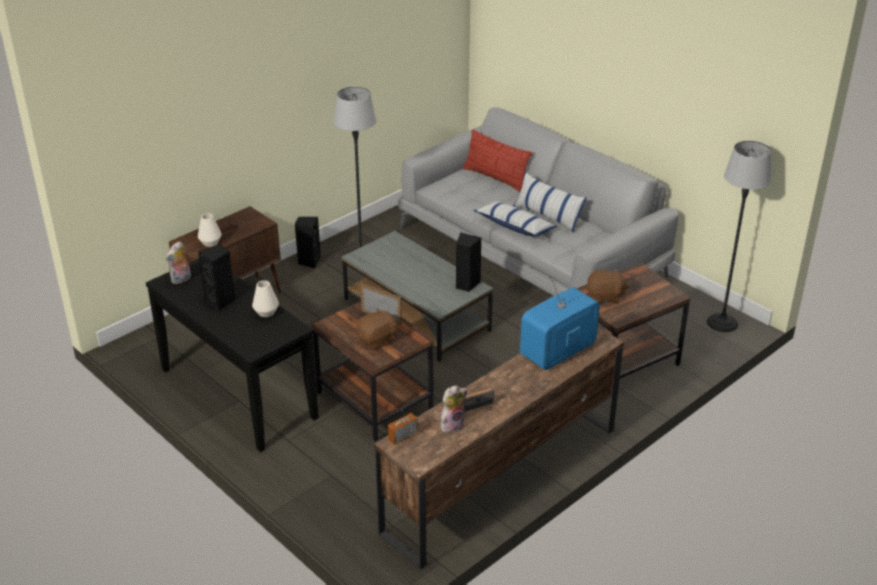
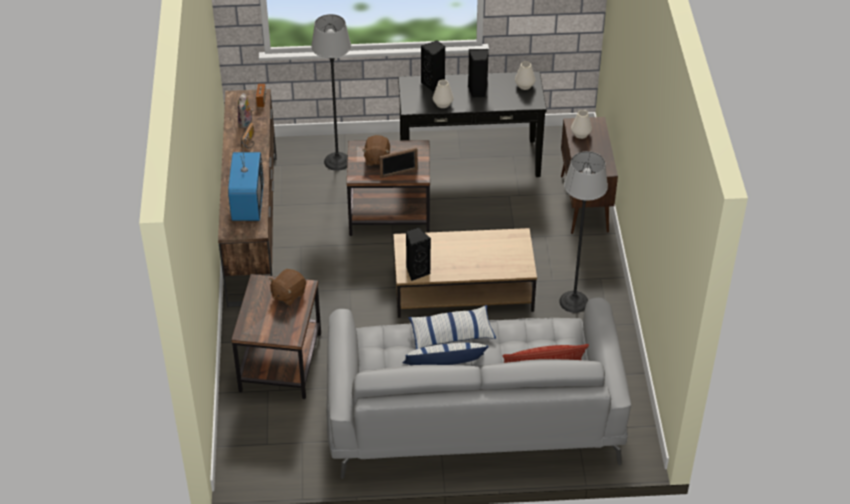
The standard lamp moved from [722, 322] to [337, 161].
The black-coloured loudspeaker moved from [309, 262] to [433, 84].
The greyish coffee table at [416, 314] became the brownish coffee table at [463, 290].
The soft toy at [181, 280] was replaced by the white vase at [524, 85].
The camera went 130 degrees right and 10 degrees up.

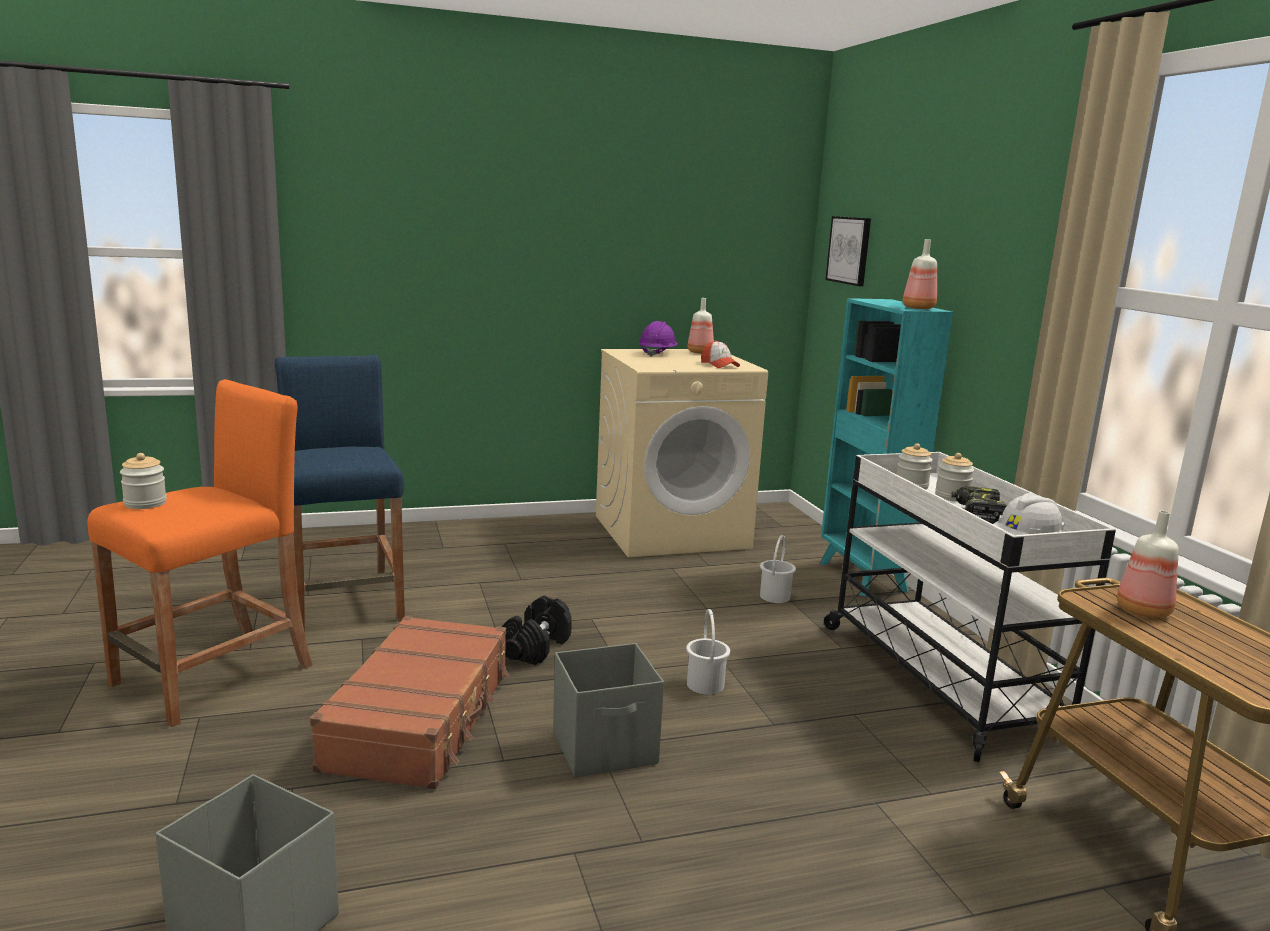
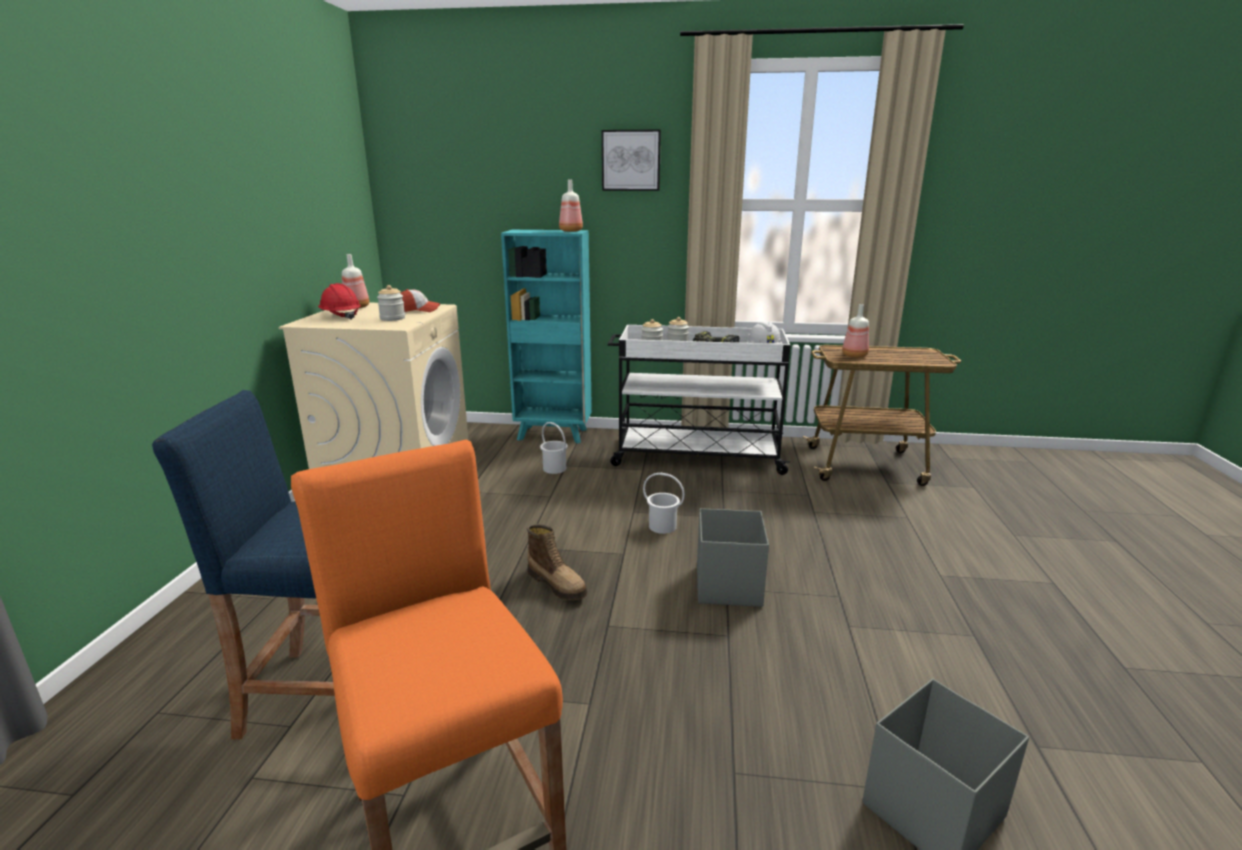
The wall art moved from [849, 250] to [631, 160].
The purplish work helmet at [657, 354] became the reddish work helmet at [340, 316].
The storage jar moved from [145, 503] to [392, 318].
The black-coloured dumbbell at [536, 648] was replaced by the tall boot at [558, 584].
The brownish suitcase at [421, 719] disappeared.
The camera went 65 degrees left and 5 degrees up.

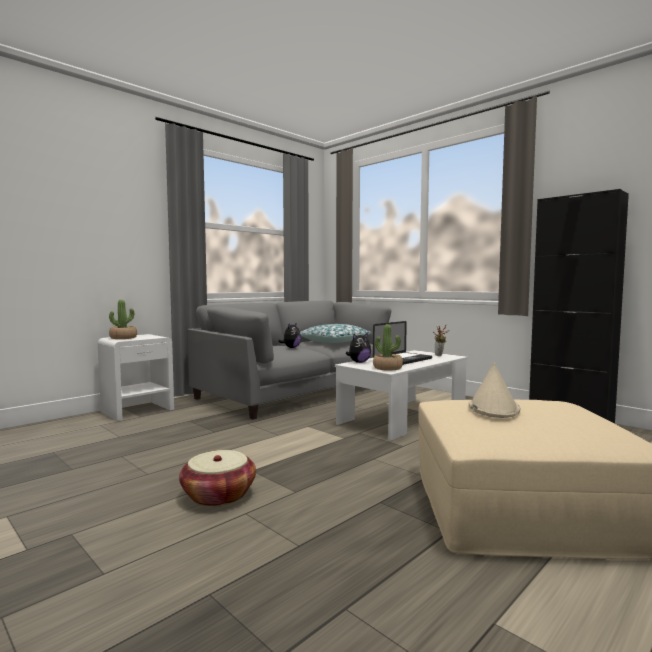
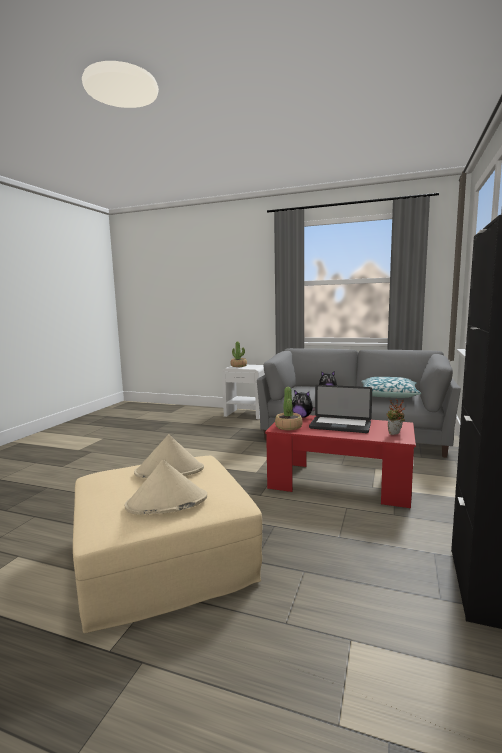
The white coffee table at [403, 417] became the reddish coffee table at [339, 483].
The basket at [219, 495] disappeared.
The beige wearable hat at [166, 502] appeared.
The camera went 65 degrees right and 5 degrees up.

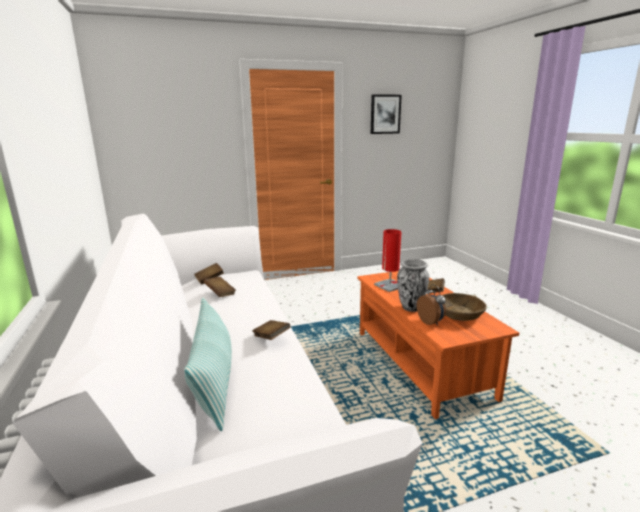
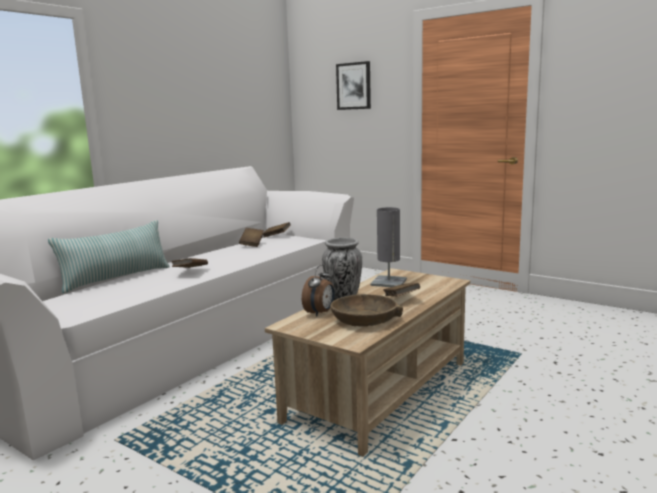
The wall art moved from [385, 114] to [354, 86].
The reddish lamp for a table at [389, 285] became the greyish lamp for a table at [388, 282].
The orangey coffee table at [420, 363] became the beige coffee table at [379, 391].
The camera went 55 degrees right and 5 degrees down.

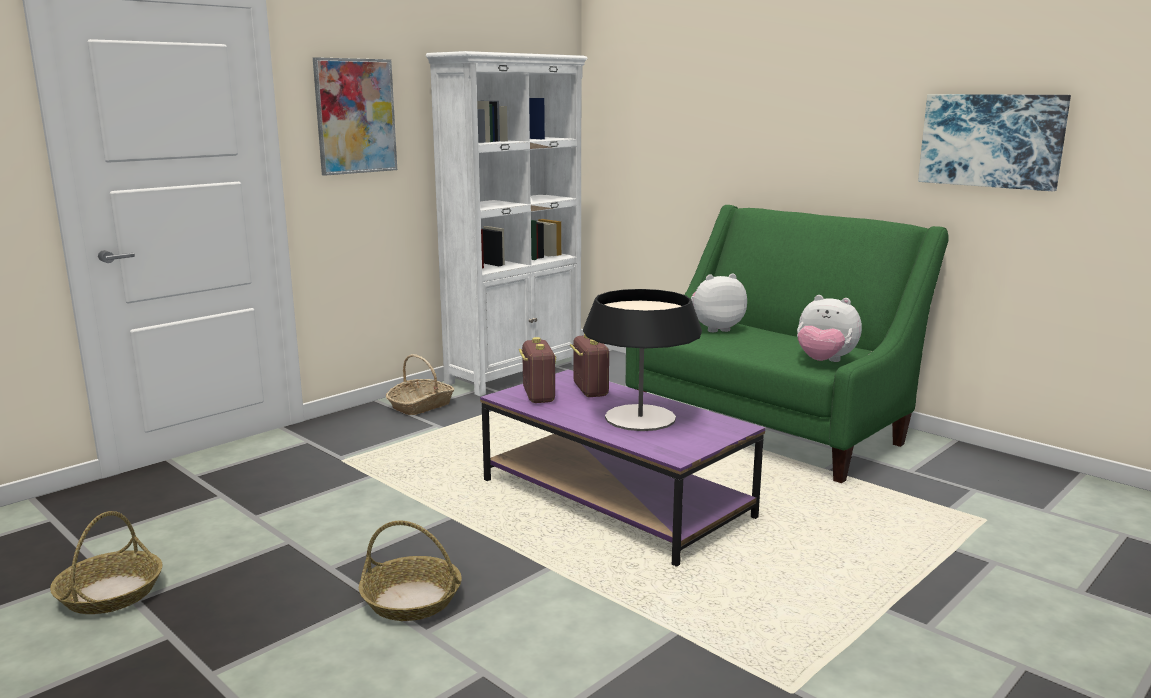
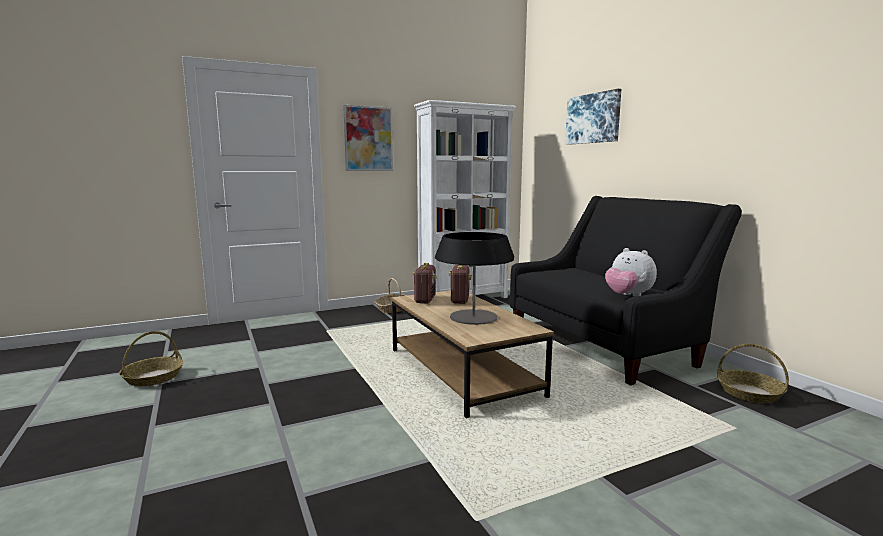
The wall art moved from [991, 140] to [593, 118].
The greenish sofa at [771, 426] became the black-coloured sofa at [605, 344].
The soft toy at [715, 328] disappeared.
The purplish coffee table at [615, 498] became the brownish coffee table at [462, 371].
The basket moved from [412, 600] to [750, 393].
The camera went 20 degrees right and 5 degrees down.

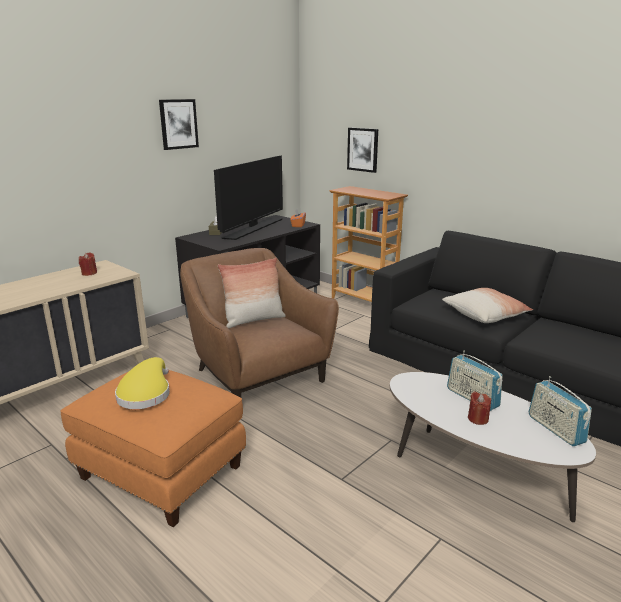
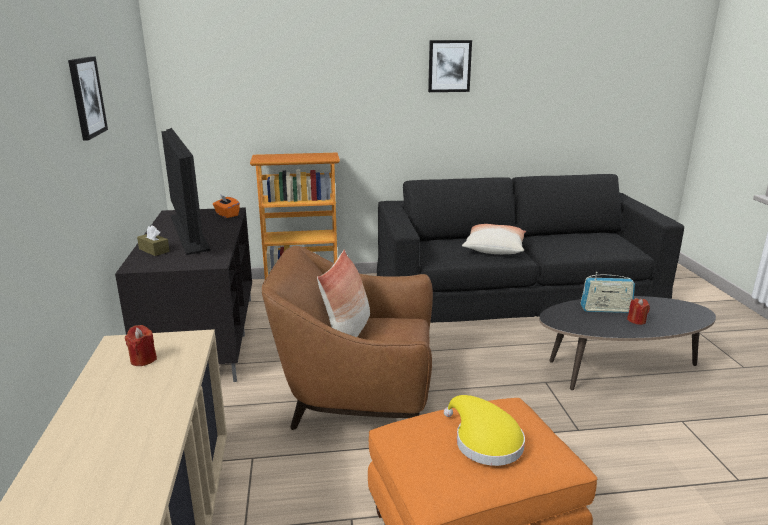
The wall art moved from [363, 149] to [449, 66].
The white coffee table at [473, 473] became the black-coloured coffee table at [618, 371].
The radio at [555, 429] disappeared.
The camera went 50 degrees left and 0 degrees up.

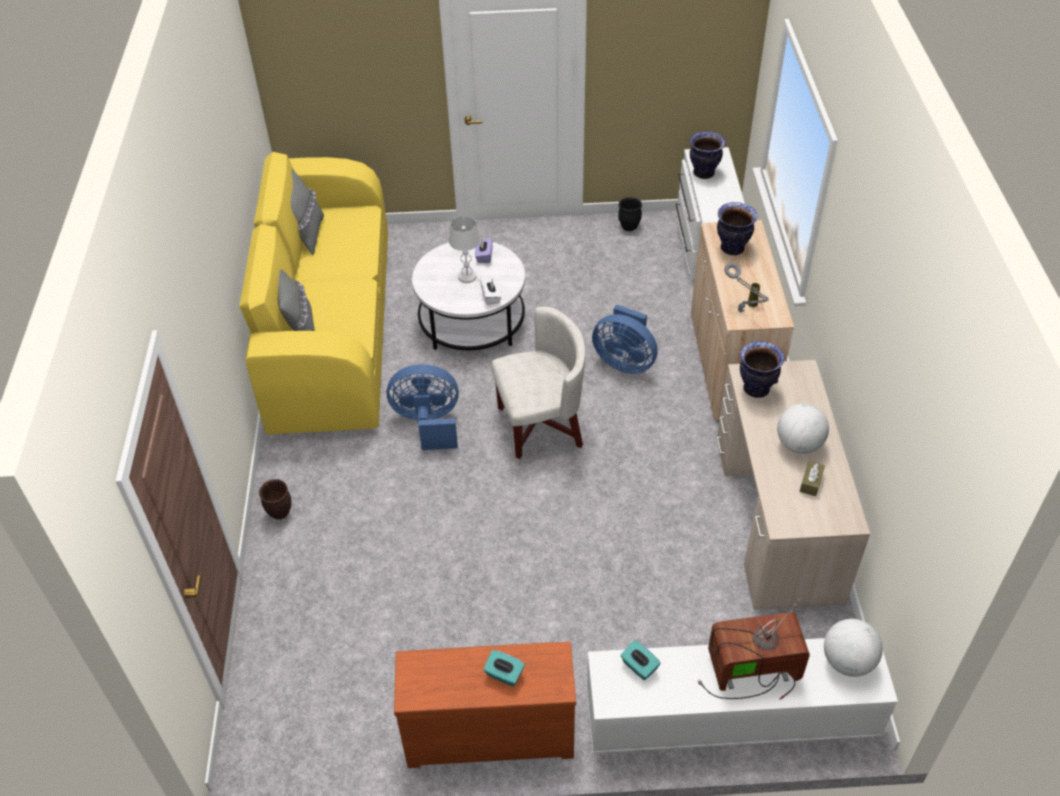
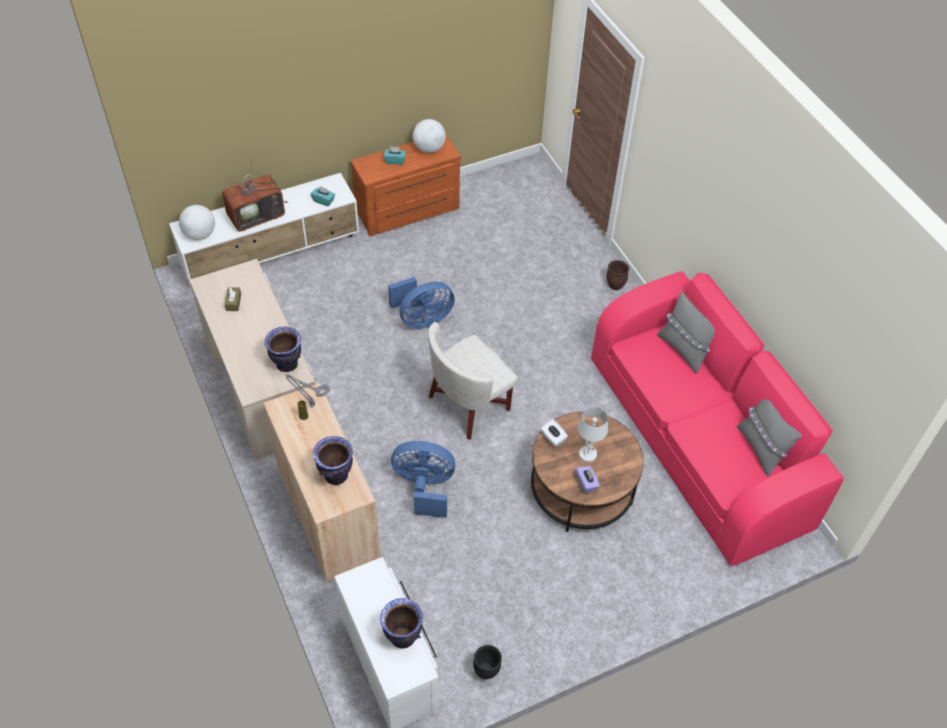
The yellow-coloured sofa at [331, 327] became the pink-coloured sofa at [697, 441].
The white coffee table at [472, 320] became the brownish coffee table at [581, 488].
The blue electric fan moved from [428, 423] to [422, 319].
The world globe moved from [799, 445] to [429, 148].
The camera went 155 degrees right and 5 degrees up.

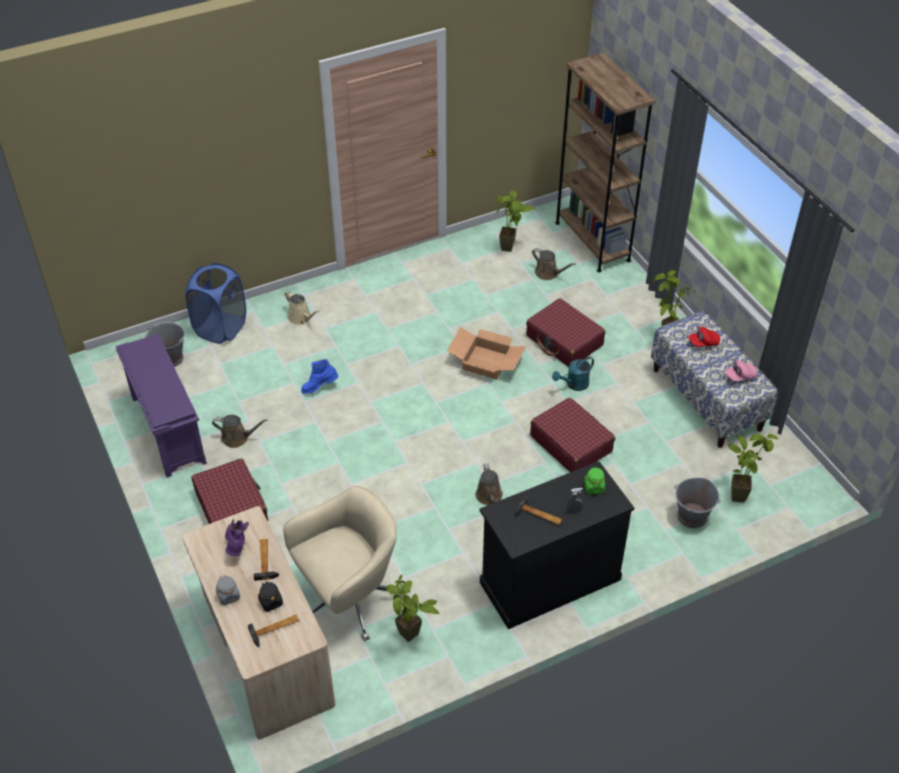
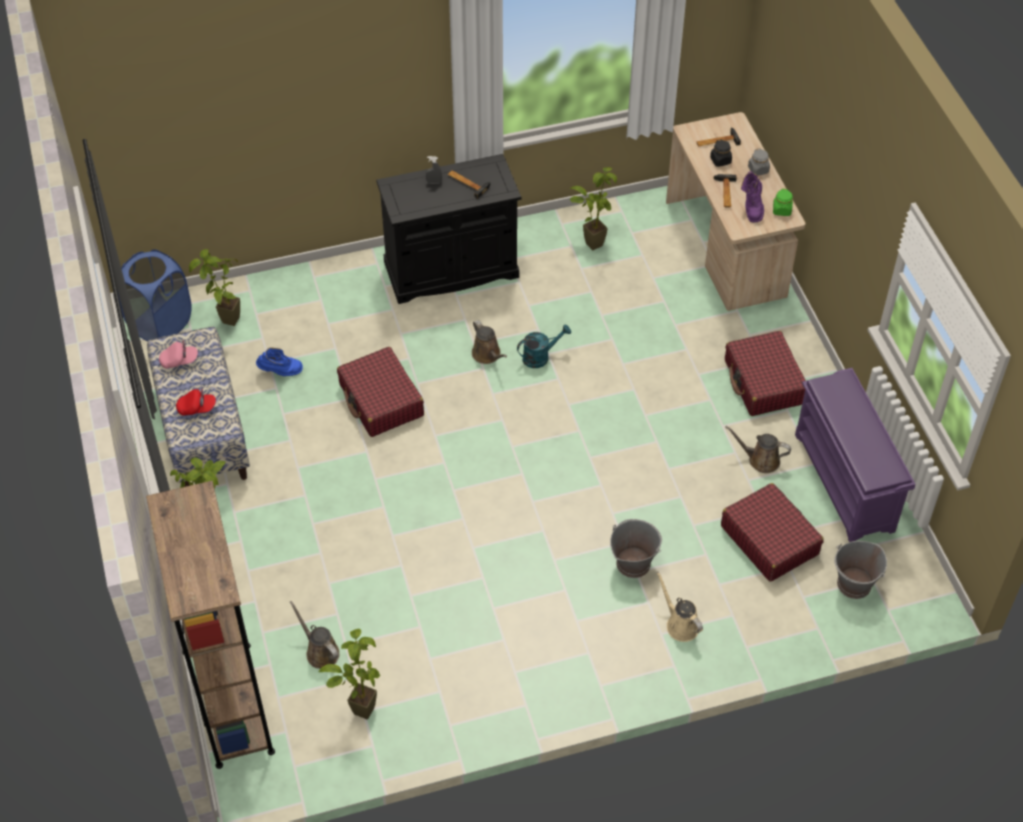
The blue washing basket moved from [221, 328] to [160, 323].
The reddish suitcase moved from [564, 341] to [769, 539].
The packing box at [487, 362] disappeared.
The blue-green sprinkling can moved from [574, 385] to [540, 356].
The blue tall boot moved from [320, 387] to [280, 372].
The brownish sprinkling can at [489, 497] turned 150 degrees clockwise.
The greenish storage jar moved from [594, 487] to [782, 210].
The greyish water bucket moved from [692, 517] to [633, 563].
The beige desk chair at [349, 598] disappeared.
The camera went 170 degrees left and 5 degrees up.

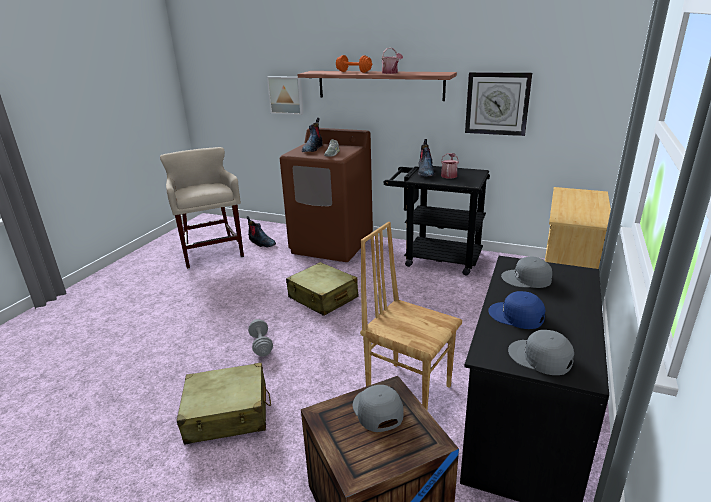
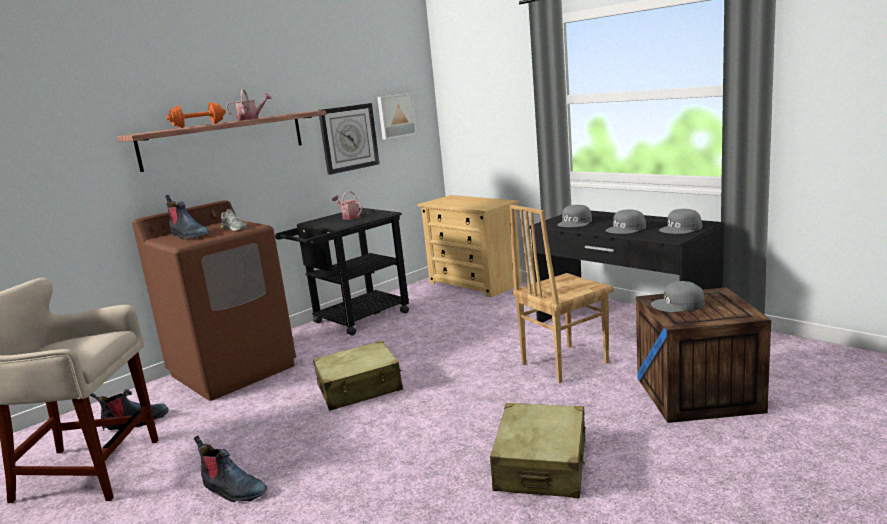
The wall art moved from [286, 95] to [396, 116].
The tall boot moved from [425, 172] to [232, 490].
The blue cap at [516, 316] became the greyish cap at [626, 229].
The greyish dumbbell at [261, 345] disappeared.
The camera went 65 degrees left and 10 degrees down.

